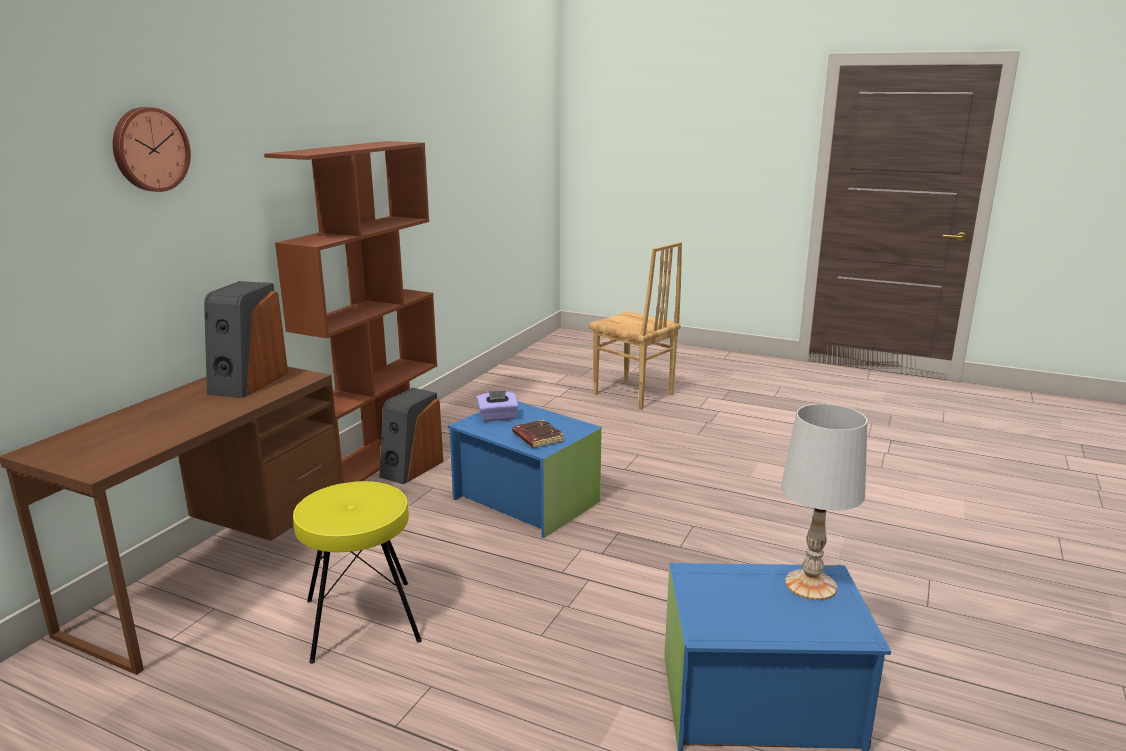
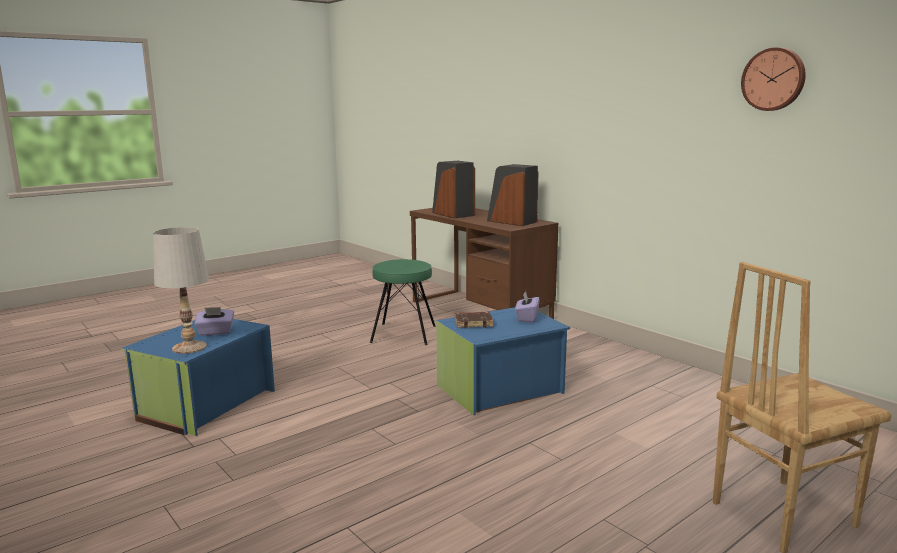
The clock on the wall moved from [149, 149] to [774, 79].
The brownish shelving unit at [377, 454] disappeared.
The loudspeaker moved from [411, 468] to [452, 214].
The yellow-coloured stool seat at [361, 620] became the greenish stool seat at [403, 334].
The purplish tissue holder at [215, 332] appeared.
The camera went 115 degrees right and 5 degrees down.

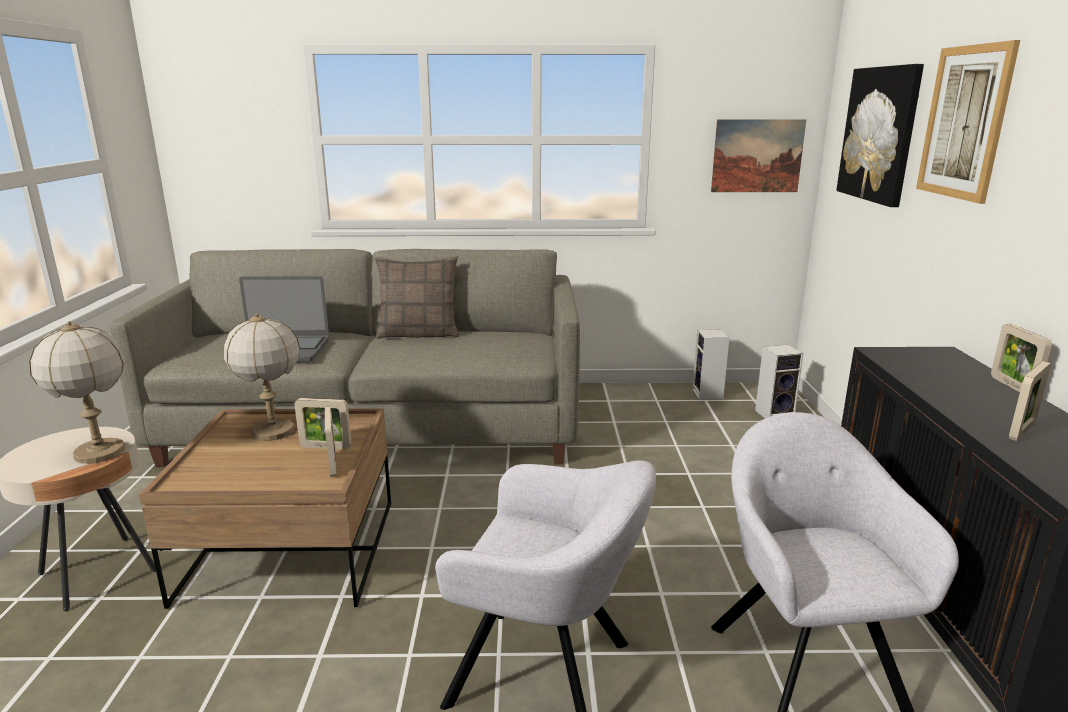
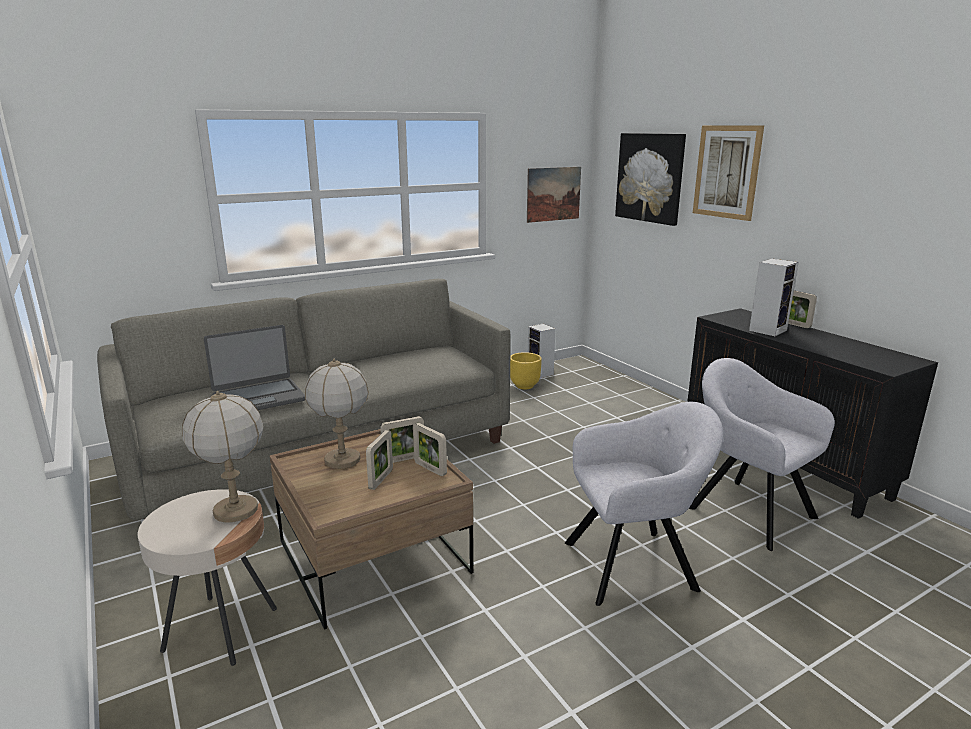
The pillow at [419, 334] disappeared.
The loudspeaker moved from [775, 414] to [768, 330].
The picture frame moved from [1021, 431] to [381, 479].
The yellow-coloured plant pot at [524, 386] appeared.
The camera went 30 degrees left and 0 degrees up.

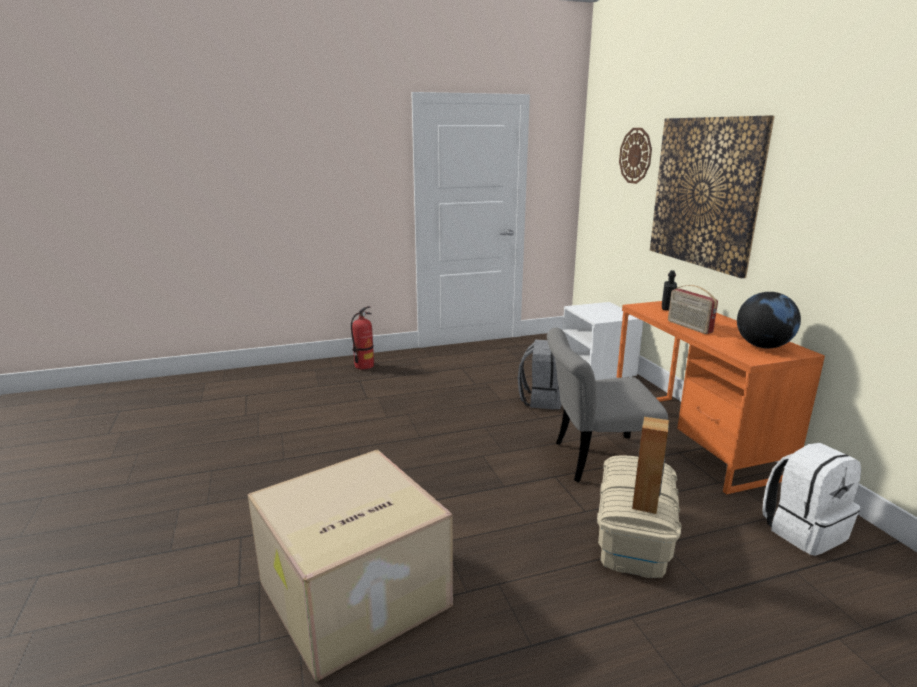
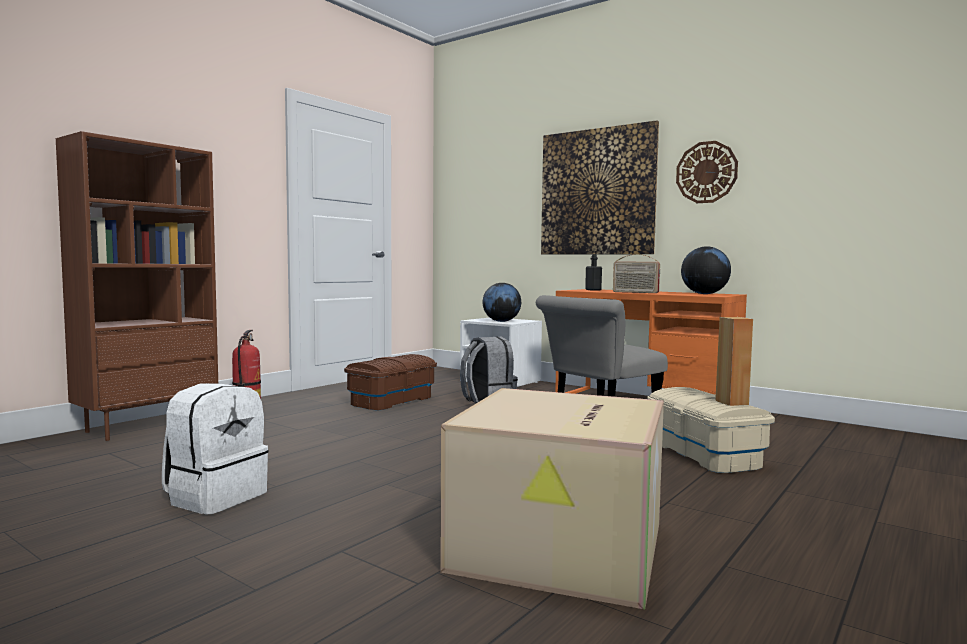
The clock on the wall moved from [635, 155] to [706, 172].
The white knapsack moved from [803, 530] to [216, 497].
The brownish shelving unit at [148, 426] appeared.
The world globe at [501, 321] appeared.
The brownish storage container at [391, 401] appeared.
The camera went 35 degrees left and 15 degrees down.

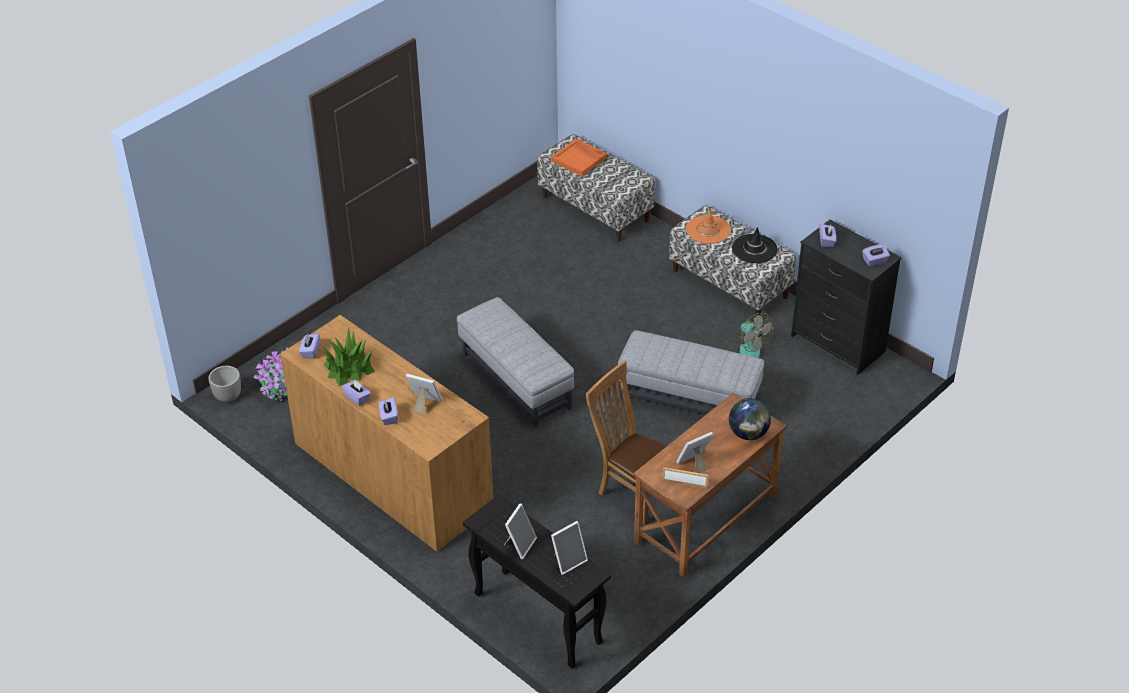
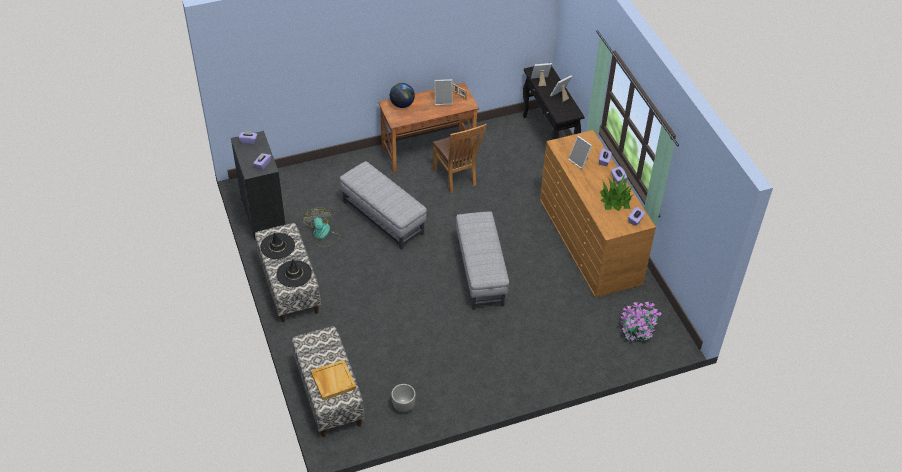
The orangey tray at [579, 159] became the beige tray at [333, 381].
The orangey wearable hat at [708, 230] became the black-coloured wearable hat at [294, 274].
The plant pot moved from [227, 397] to [404, 406].
The camera went 155 degrees left and 5 degrees up.

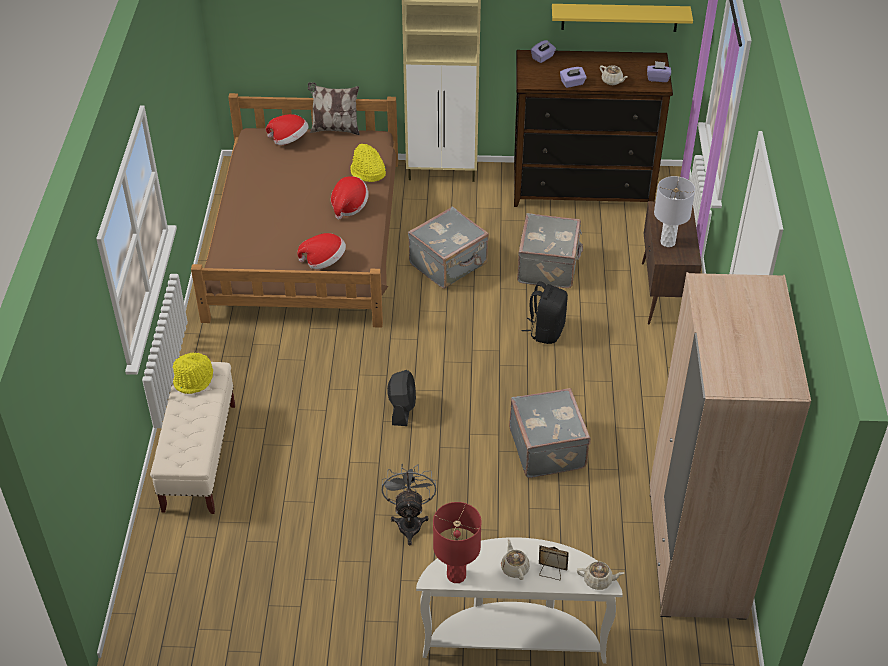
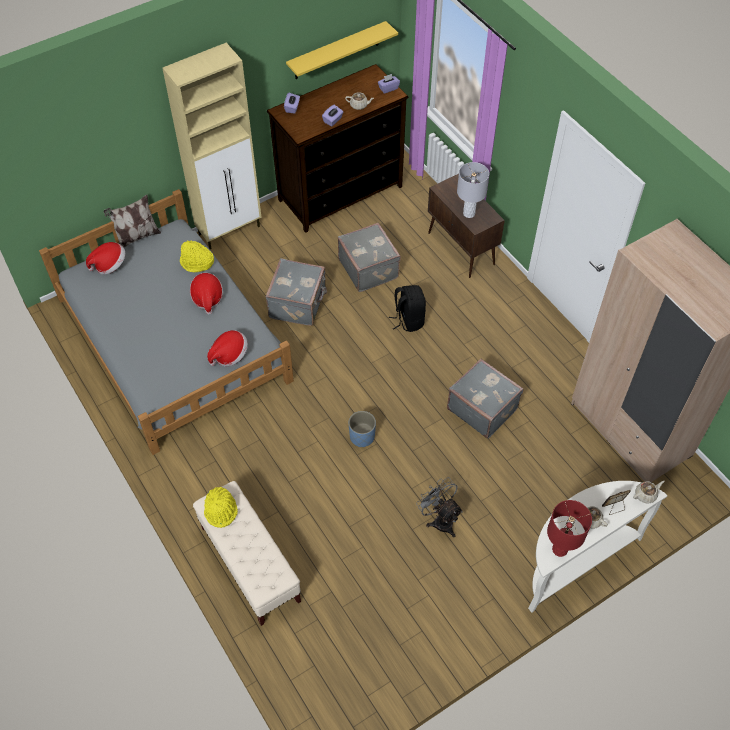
The brownish sleeping bed at [306, 239] became the greyish sleeping bed at [173, 339].
The black-coloured electric fan at [402, 408] was replaced by the blue plant pot at [362, 437].
The camera went 35 degrees left and 10 degrees up.

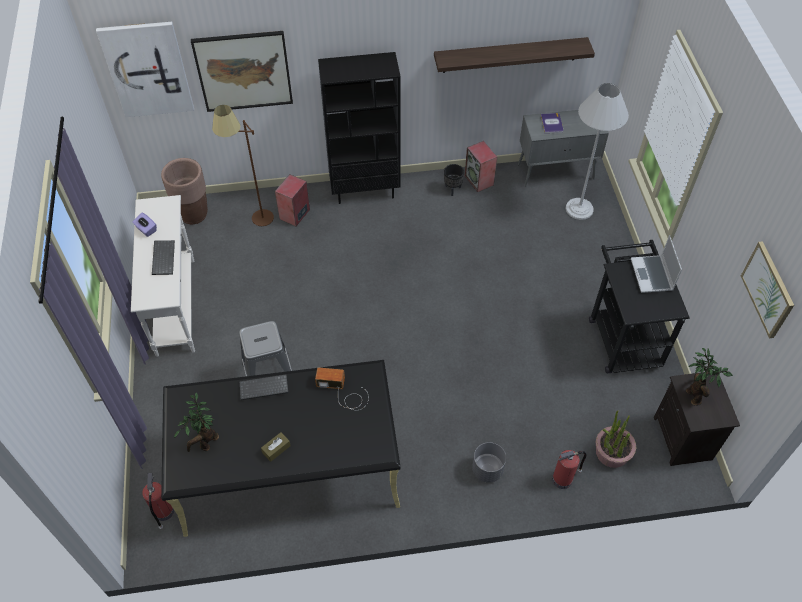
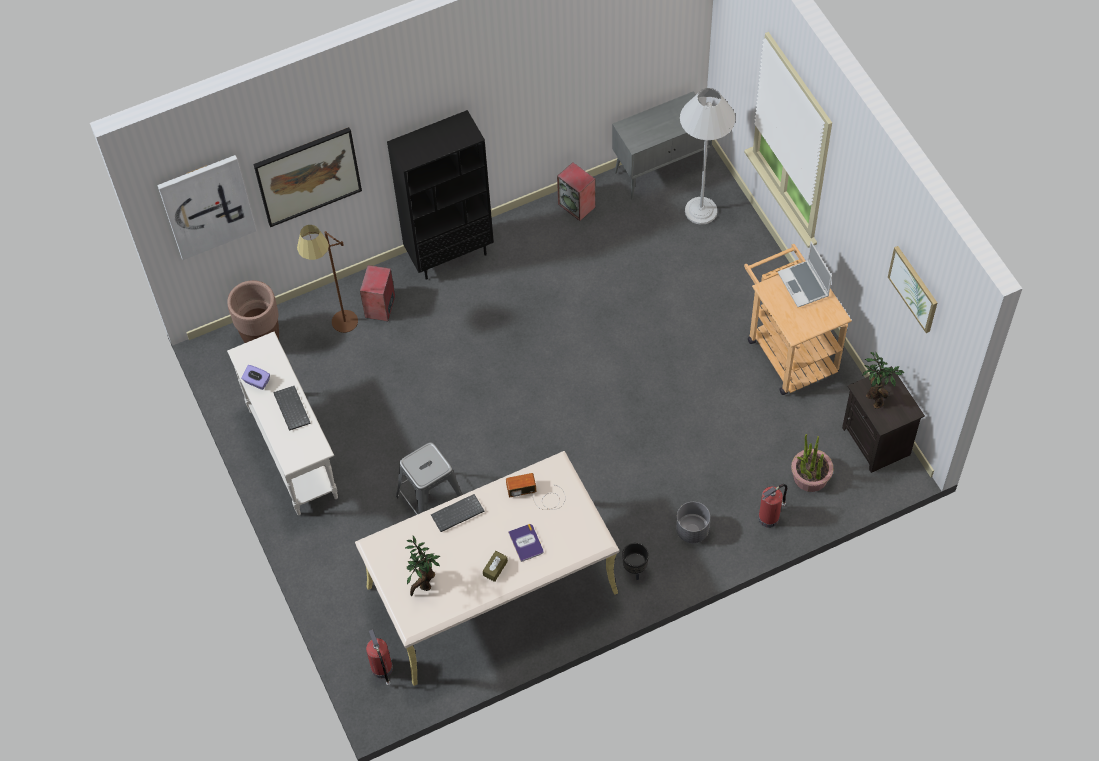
The bracket shelf at [510, 55] disappeared.
The bound book moved from [551, 123] to [526, 542].
The black-coloured plant pot moved from [453, 189] to [635, 569].
The black-coloured trolley at [622, 336] became the beige trolley at [788, 349].
The black-coloured desk table at [288, 470] became the beige desk table at [491, 590].
The camera went 15 degrees left and 5 degrees up.

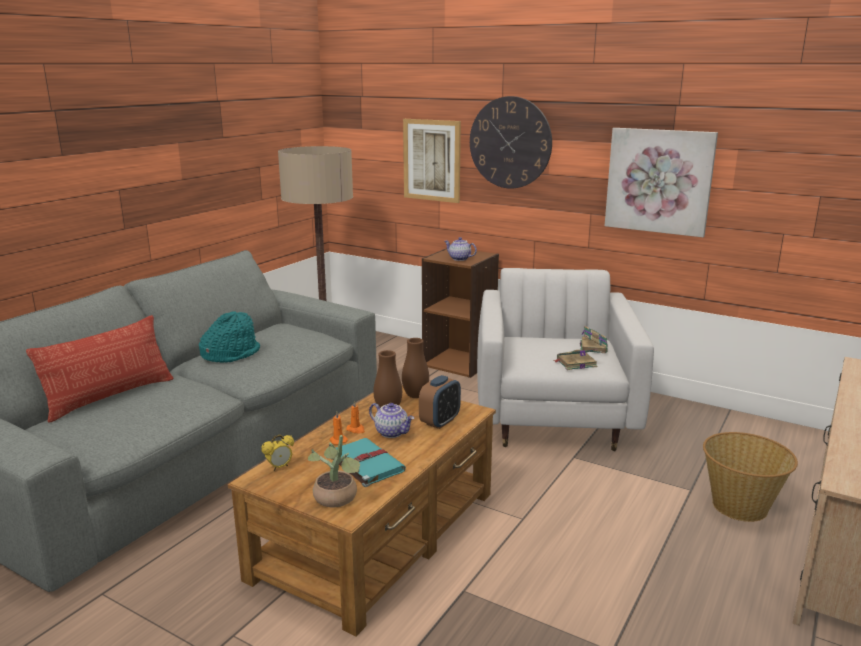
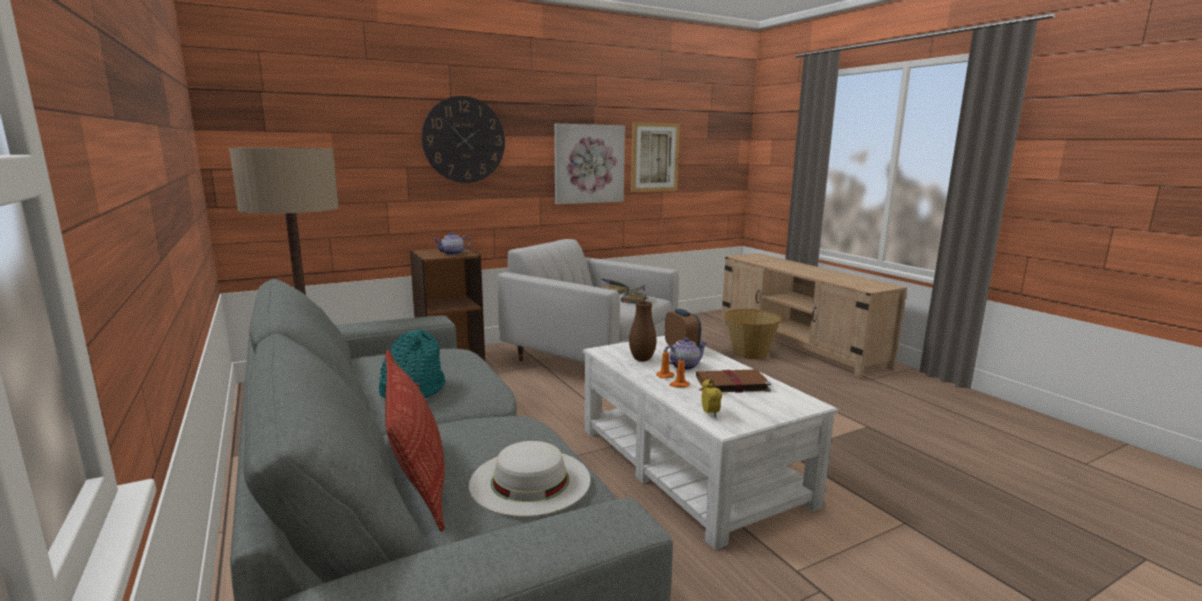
The wall art moved from [432, 160] to [654, 157].
The brownish vase at [415, 396] disappeared.
The brownish coffee table at [379, 534] became the white coffee table at [690, 464].
The potted plant at [337, 500] disappeared.
The blue-green bound book at [365, 463] became the brownish bound book at [730, 384].
The white wearable hat at [530, 480] appeared.
The camera went 60 degrees left and 5 degrees down.

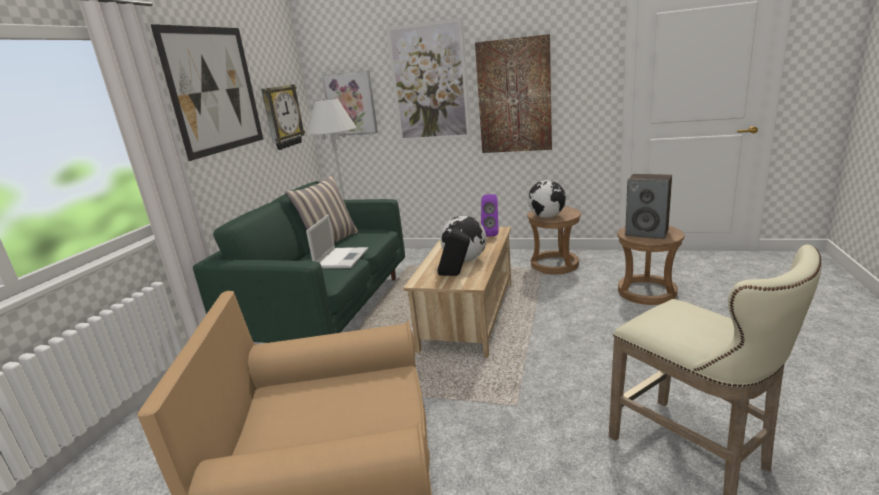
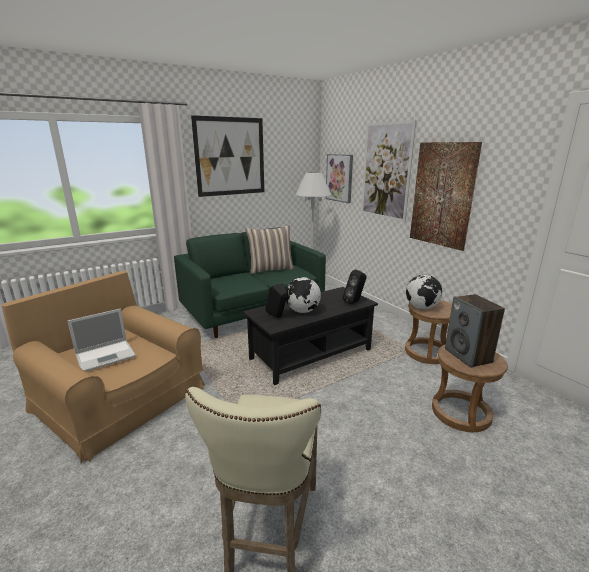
The clock on the wall at [282, 117] disappeared.
The purplish loudspeaker at [491, 234] became the black-coloured loudspeaker at [354, 302].
The laptop moved from [342, 258] to [107, 355].
The beige coffee table at [468, 315] became the black-coloured coffee table at [311, 354].
The camera went 40 degrees right and 0 degrees up.

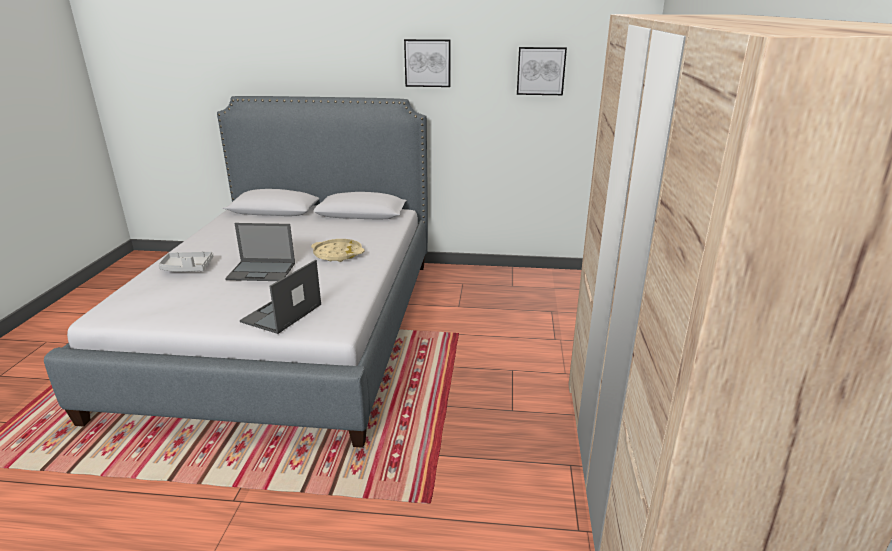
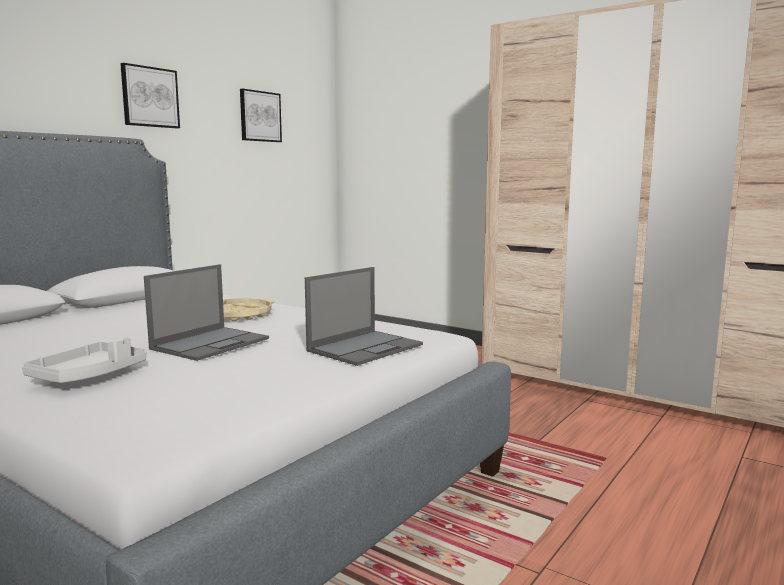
The laptop at [281, 314] turned 105 degrees counterclockwise.
The camera went 60 degrees left and 15 degrees down.

